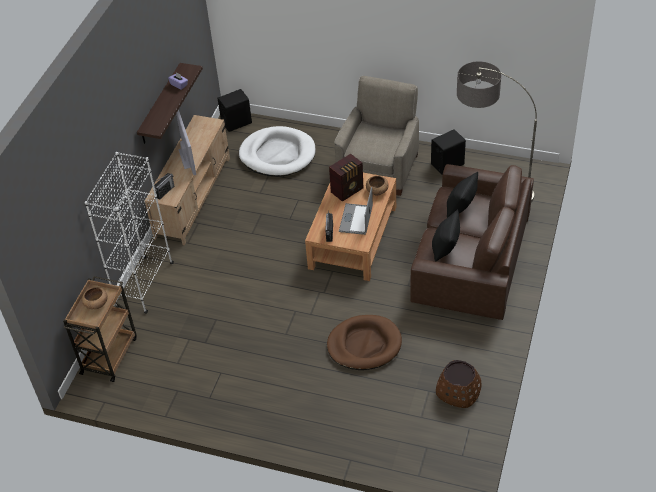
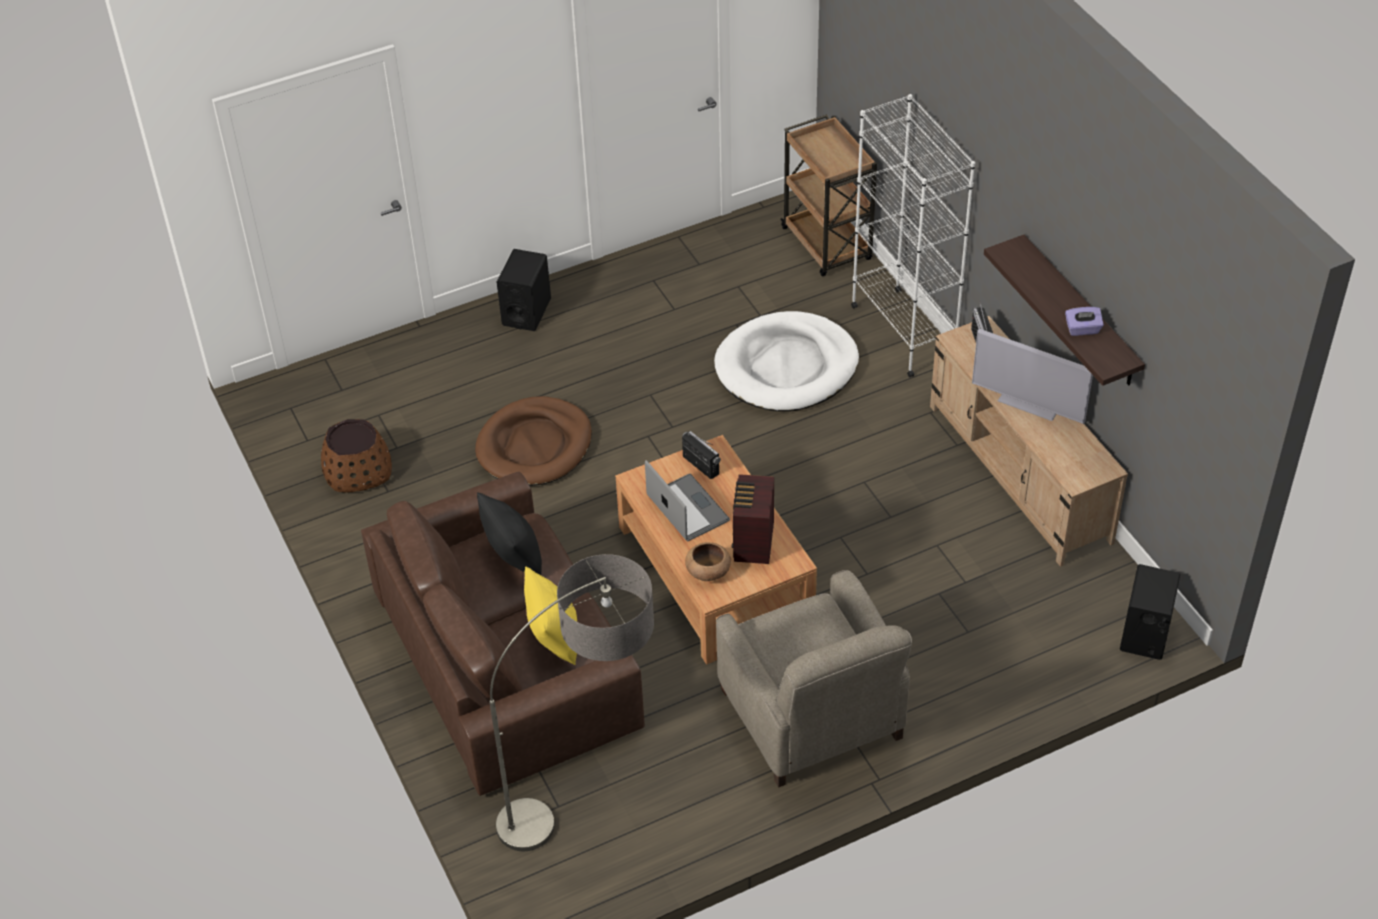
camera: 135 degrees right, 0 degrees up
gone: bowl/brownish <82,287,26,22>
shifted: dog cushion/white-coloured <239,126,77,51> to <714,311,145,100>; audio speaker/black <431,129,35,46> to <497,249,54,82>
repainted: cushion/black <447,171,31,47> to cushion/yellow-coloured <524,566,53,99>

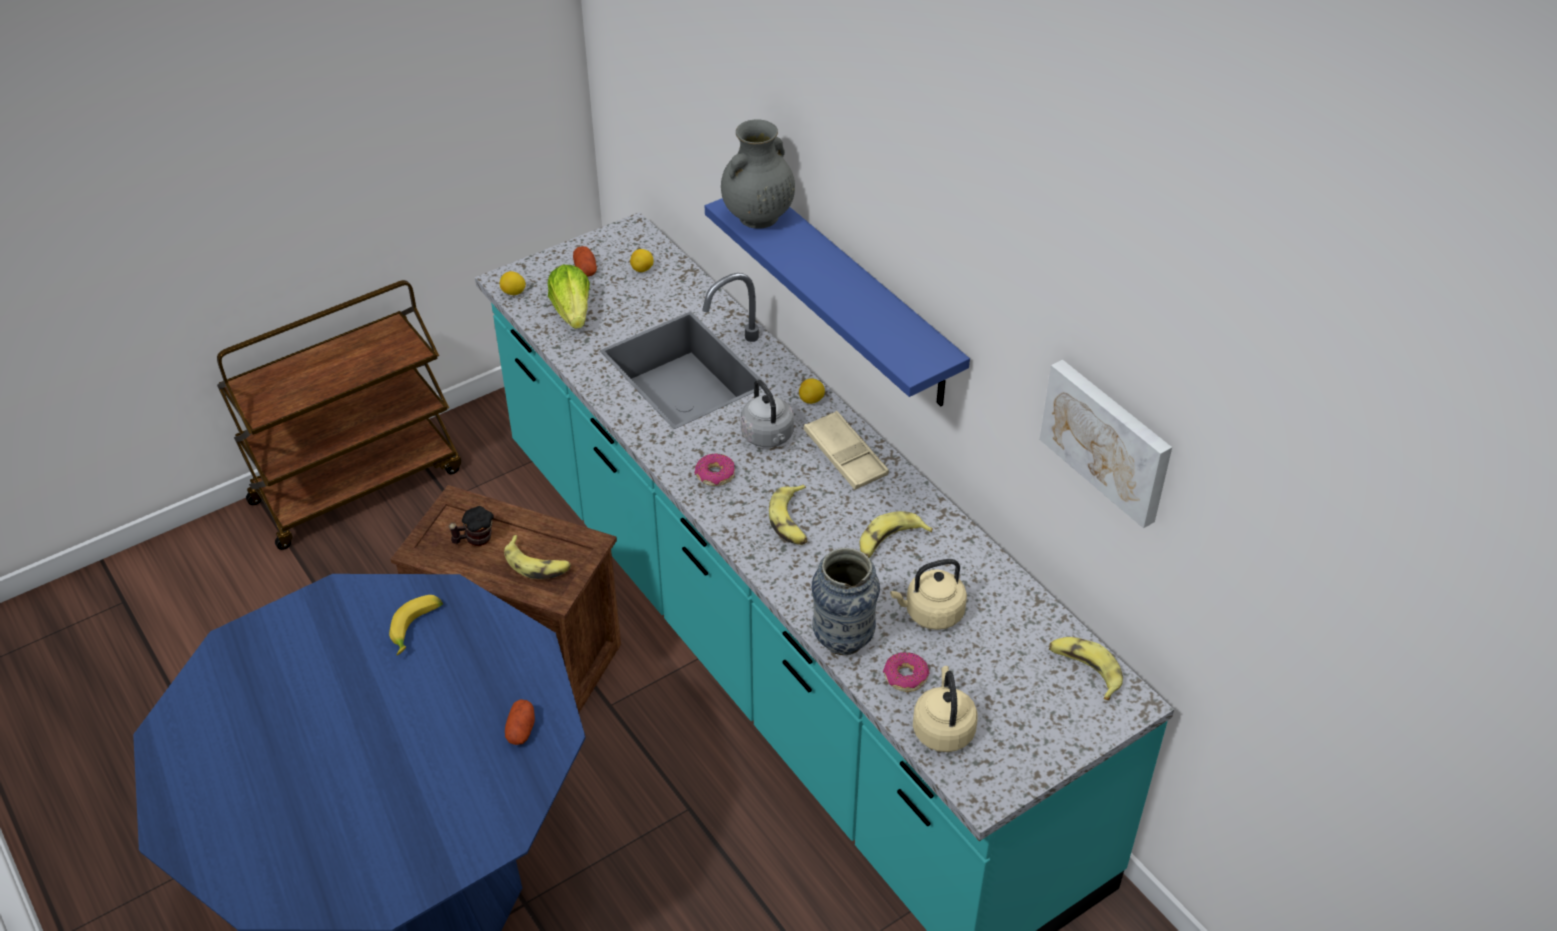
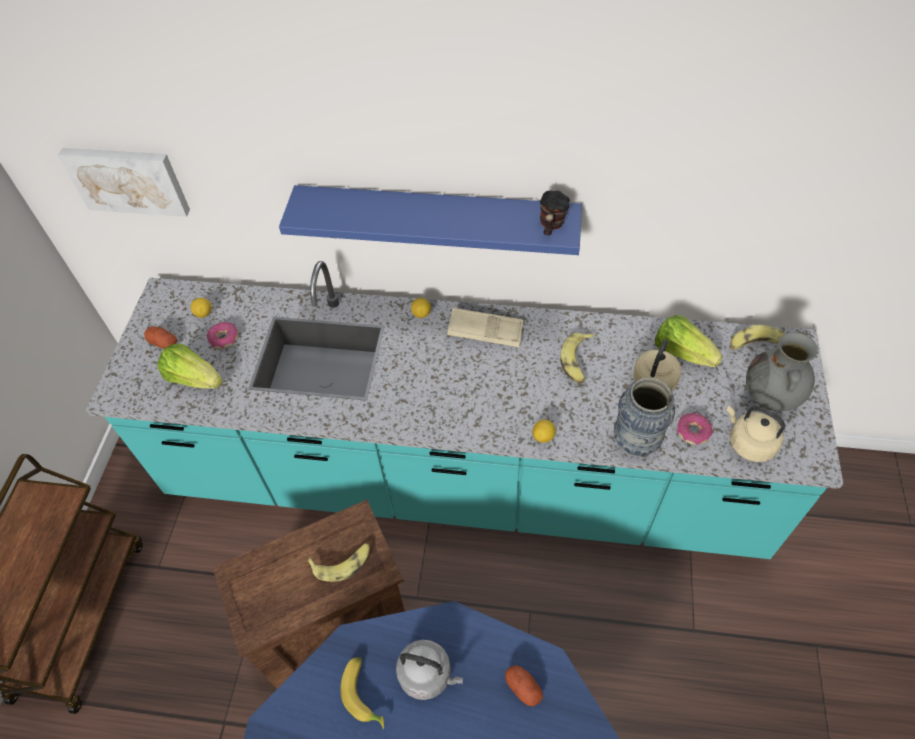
camera: 45 degrees left, 10 degrees up
gone: banana <769,485,39,60>
new: lettuce <655,315,68,52>
shifted: mug <448,506,46,40> to <540,190,30,46>; citrus fruit <500,271,26,24> to <533,420,23,23>; donut <695,453,40,33> to <207,322,32,27>; flower vase/gray <721,119,74,110> to <746,332,72,79>; kettle/gray <740,379,54,68> to <396,640,67,60>; wall art <1040,360,132,168> to <58,148,132,69>

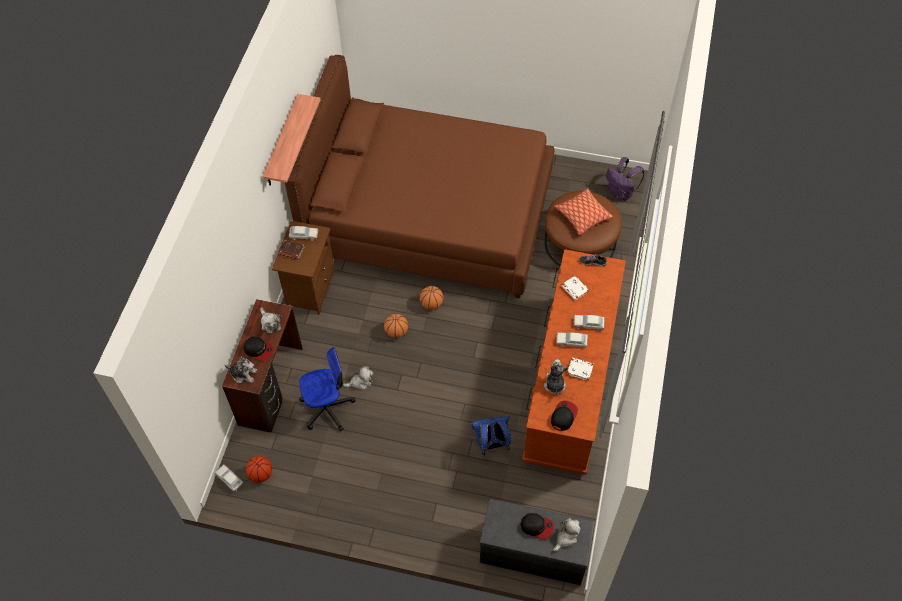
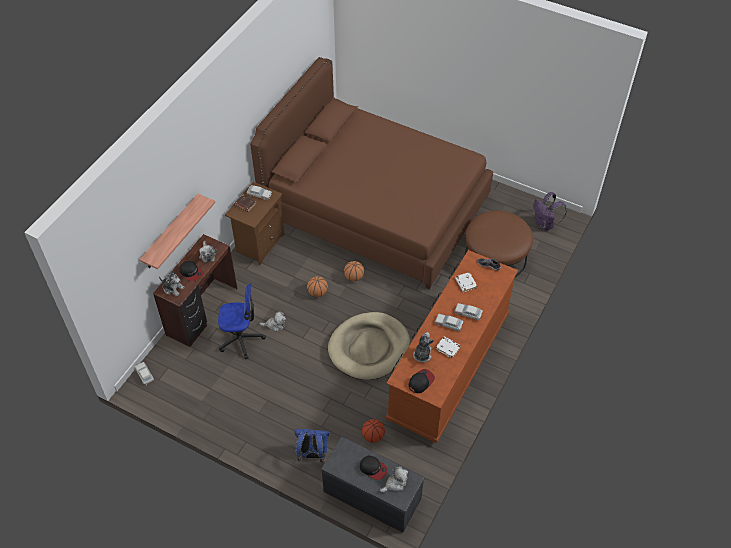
camera: 15 degrees right, 5 degrees down
gone: cushion <554,188,59,47>
new: dog cushion/beige-coloured <328,312,82,68>
shifted: ball for basketball <245,456,27,27> to <362,419,23,24>; bracket shelf <262,94,59,92> to <139,194,76,75>; backpack/blue-coloured <471,416,40,40> to <294,429,36,33>

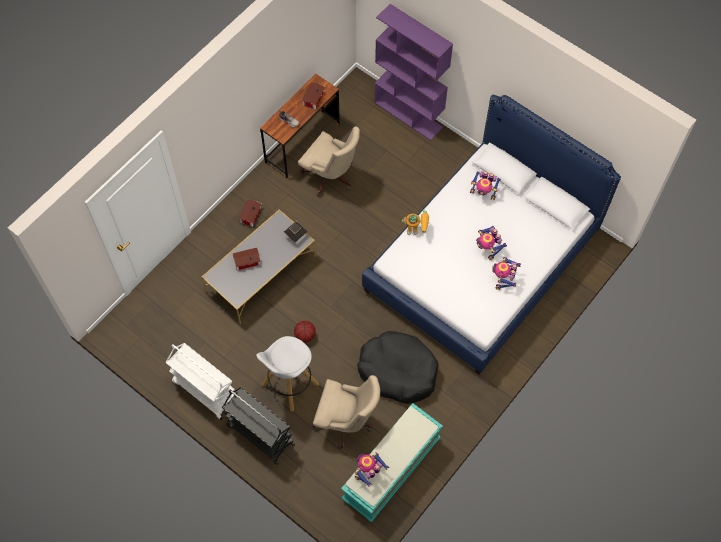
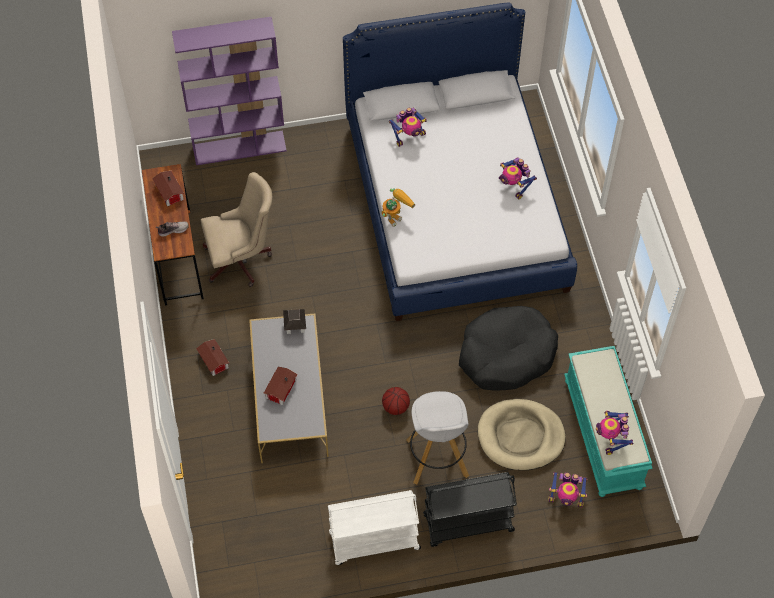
camera: 50 degrees left, 5 degrees down
shifted: toy robot <476,226,31,34> to <548,472,39,35>
swapped: desk chair/beige-coloured <312,375,68,74> to dog cushion/beige-coloured <478,399,87,71>

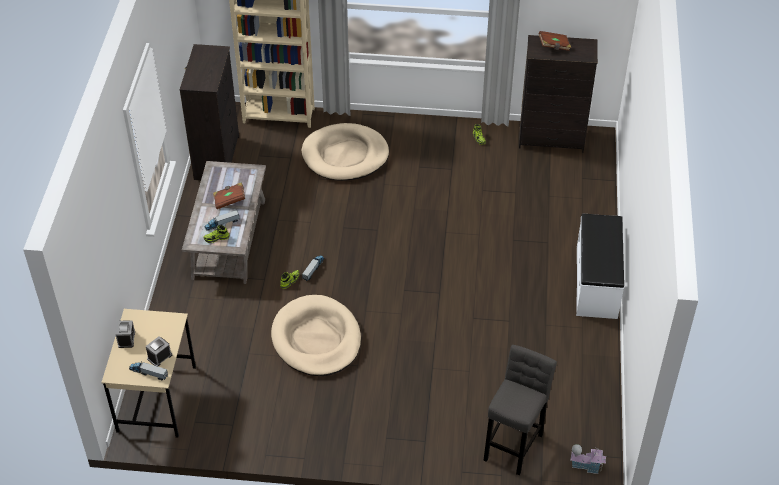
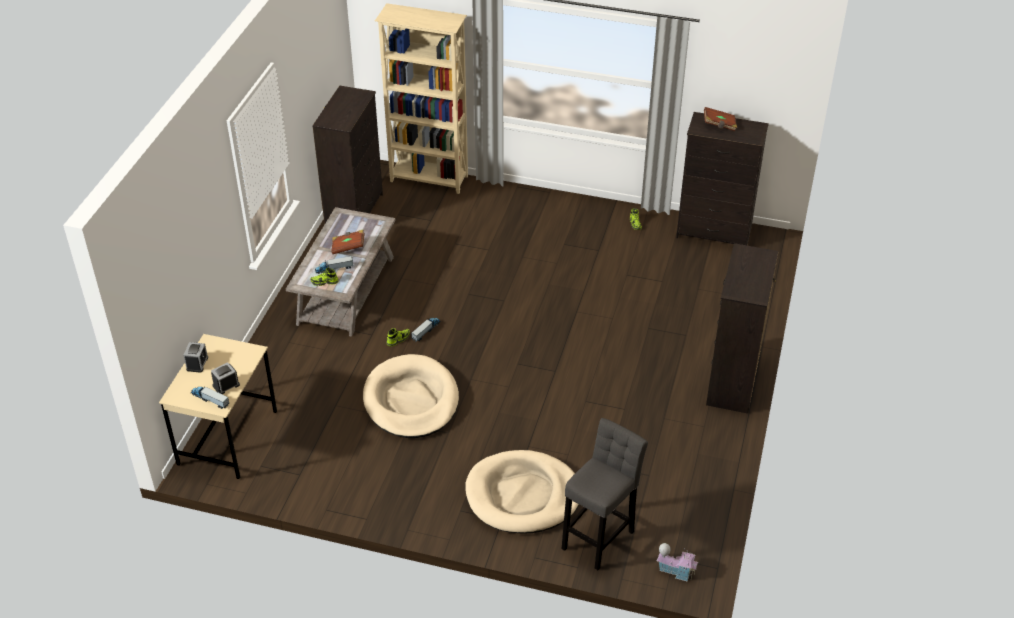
camera: 10 degrees right, 5 degrees down
shifted: dog cushion/beige-coloured <301,123,88,58> to <465,450,114,84>
swapped: bench/white-coloured <576,213,48,106> to dresser/black <706,243,73,171>

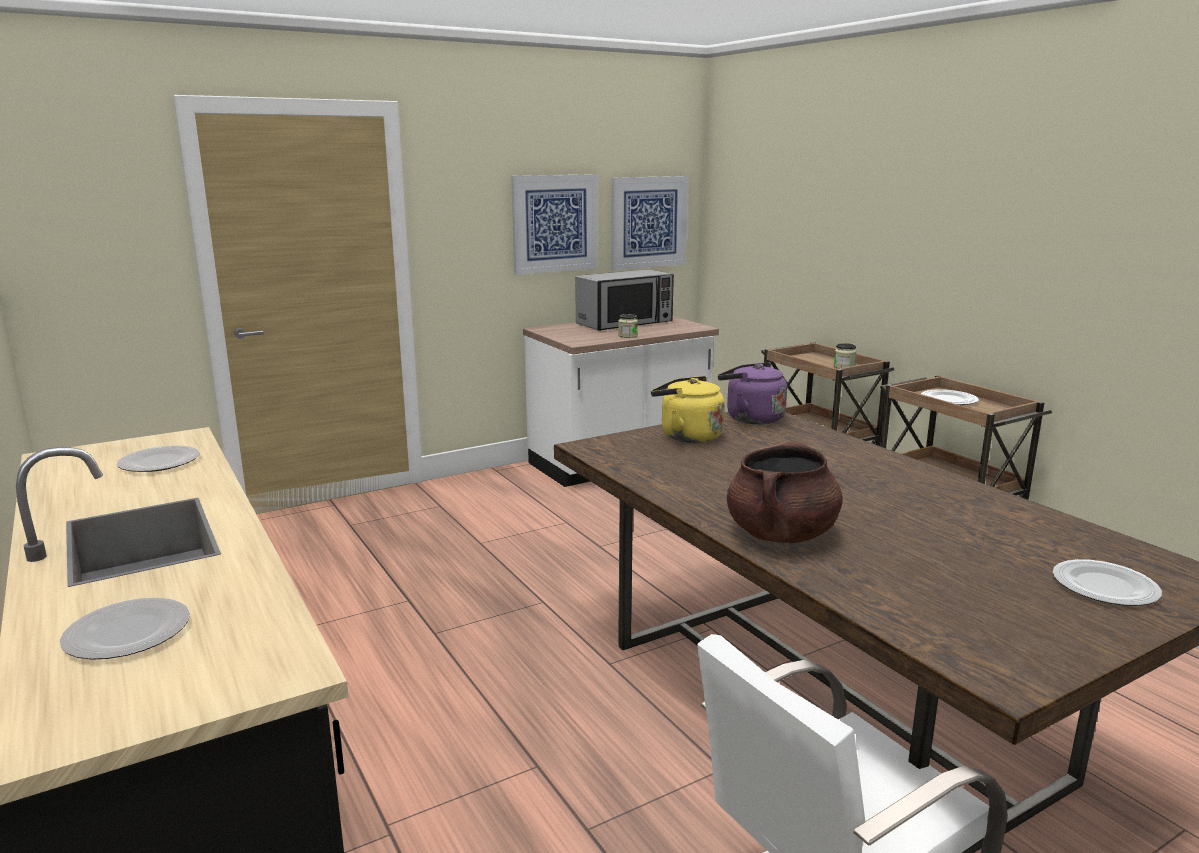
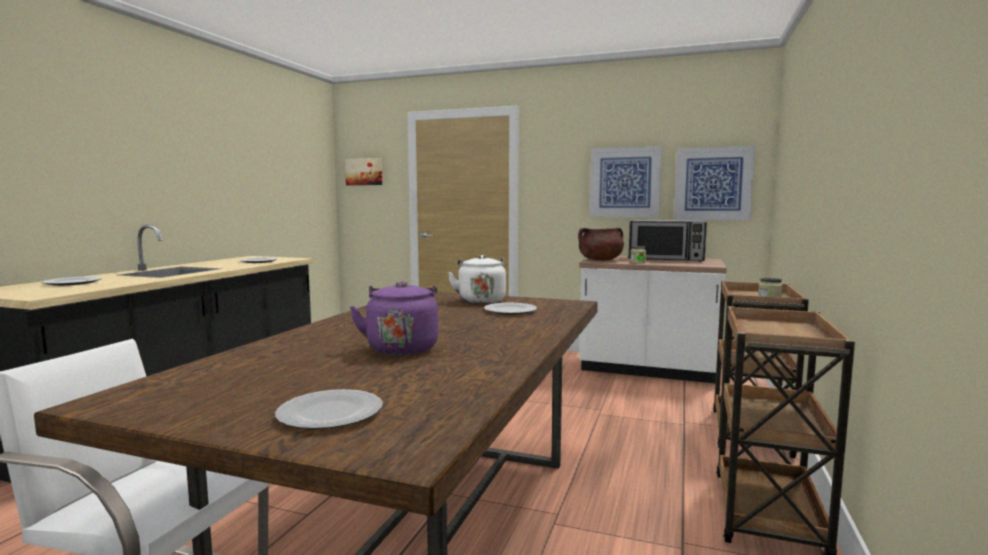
camera: 50 degrees right, 10 degrees down
new: wall art <345,158,37,27>
shifted: kettle/purple <718,362,69,63> to <350,281,88,74>; stockpot/brownish <727,441,116,102> to <578,228,46,33>; plate <921,389,58,16> to <484,303,53,12>
repainted: kettle/yellow-coloured <651,376,74,67> to kettle/white-coloured <448,255,58,49>

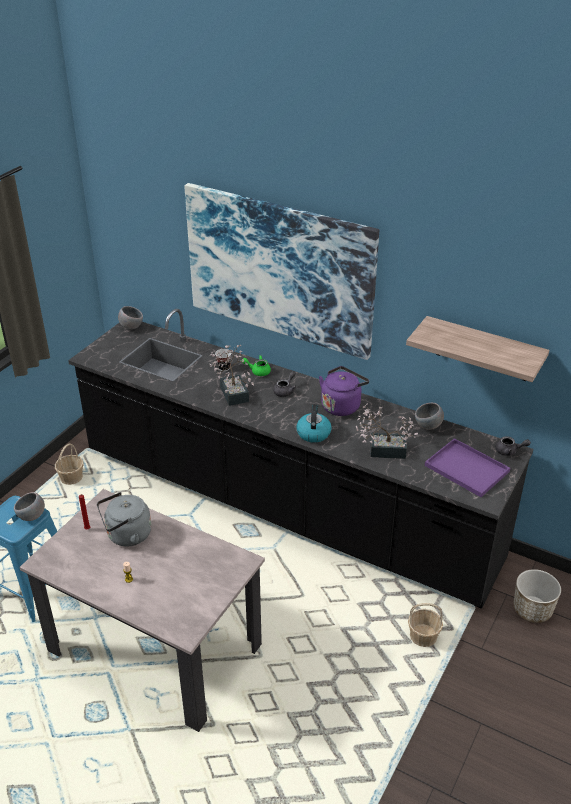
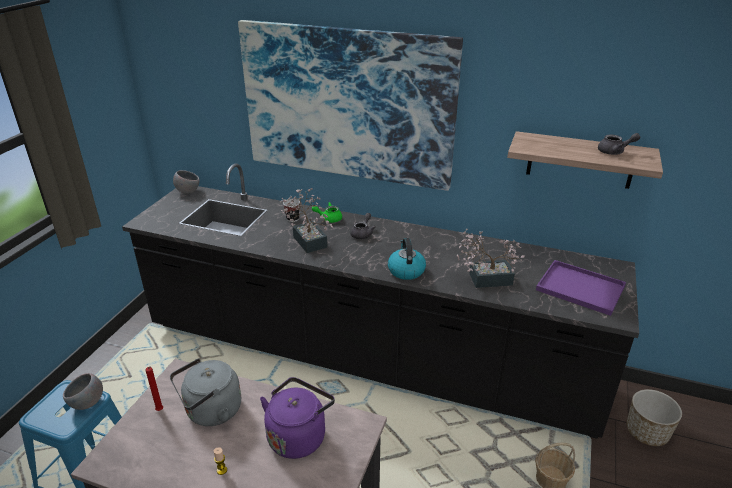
camera: 10 degrees left, 5 degrees down
gone: storage basket <55,443,29,42>; bowl/gray <415,403,29,27>
shifted: kettle/purple <319,366,50,50> to <260,377,75,82>; teapot/gray <496,436,35,20> to <598,133,42,22>

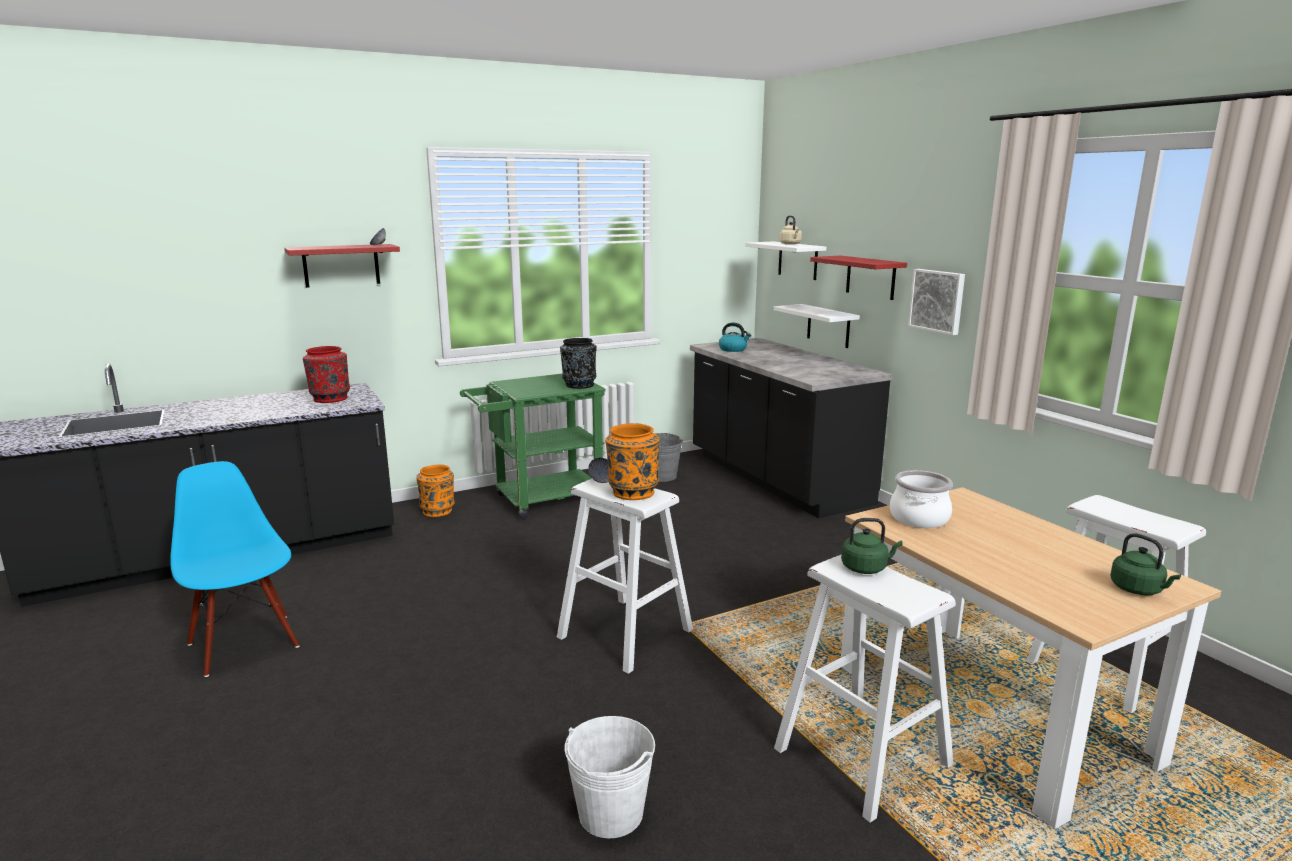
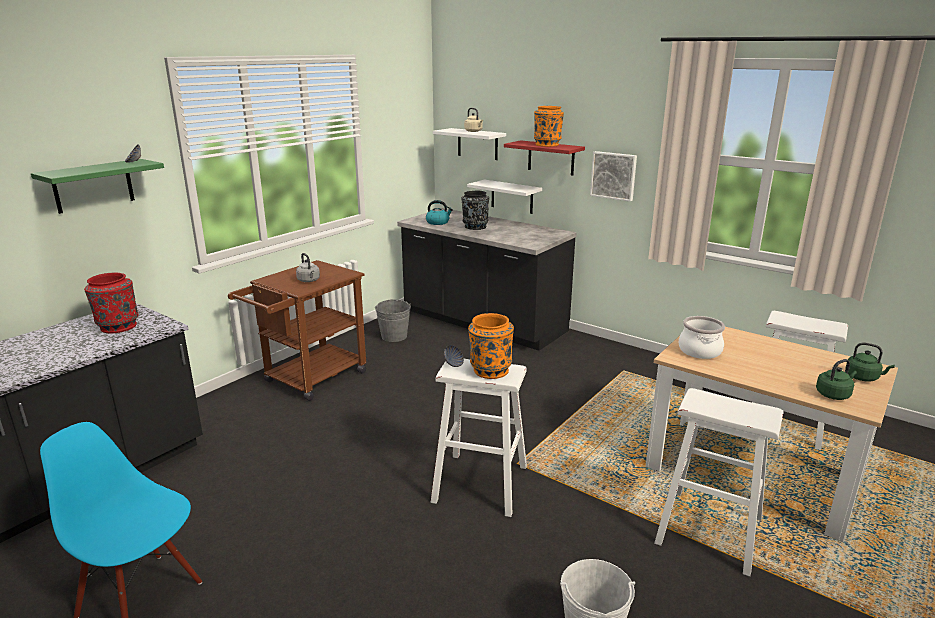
camera: 25 degrees left, 5 degrees up
new: kettle/gray <296,253,24,29>
shifted: flower vase/orange <416,464,39,53> to <534,106,30,41>; flower vase/black <560,338,37,51> to <461,191,28,39>; kettle/greenish <841,518,62,56> to <816,359,41,41>
repainted: bracket shelf/reddish <284,244,116,44> to bracket shelf/greenish <31,159,133,55>; wheeled cart/greenish <460,374,145,146> to wheeled cart/brownish <228,260,138,141>

